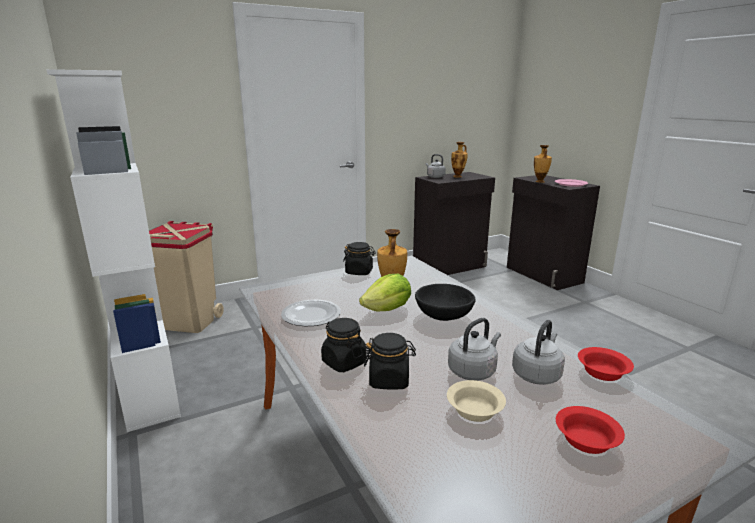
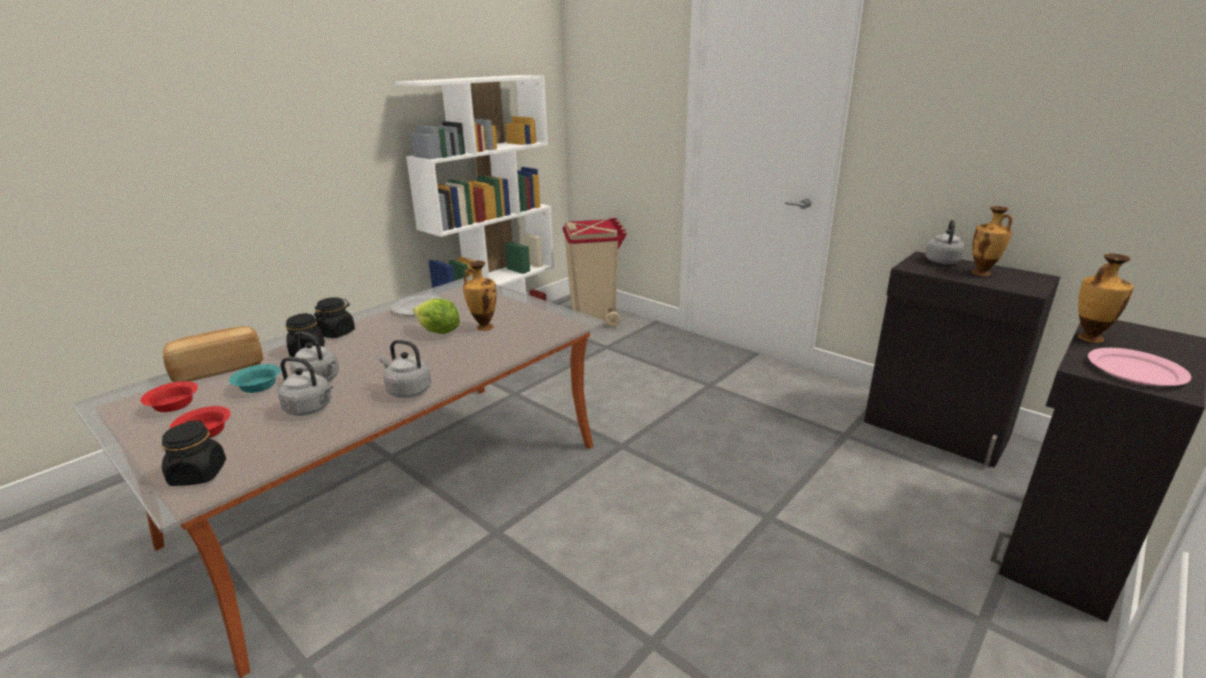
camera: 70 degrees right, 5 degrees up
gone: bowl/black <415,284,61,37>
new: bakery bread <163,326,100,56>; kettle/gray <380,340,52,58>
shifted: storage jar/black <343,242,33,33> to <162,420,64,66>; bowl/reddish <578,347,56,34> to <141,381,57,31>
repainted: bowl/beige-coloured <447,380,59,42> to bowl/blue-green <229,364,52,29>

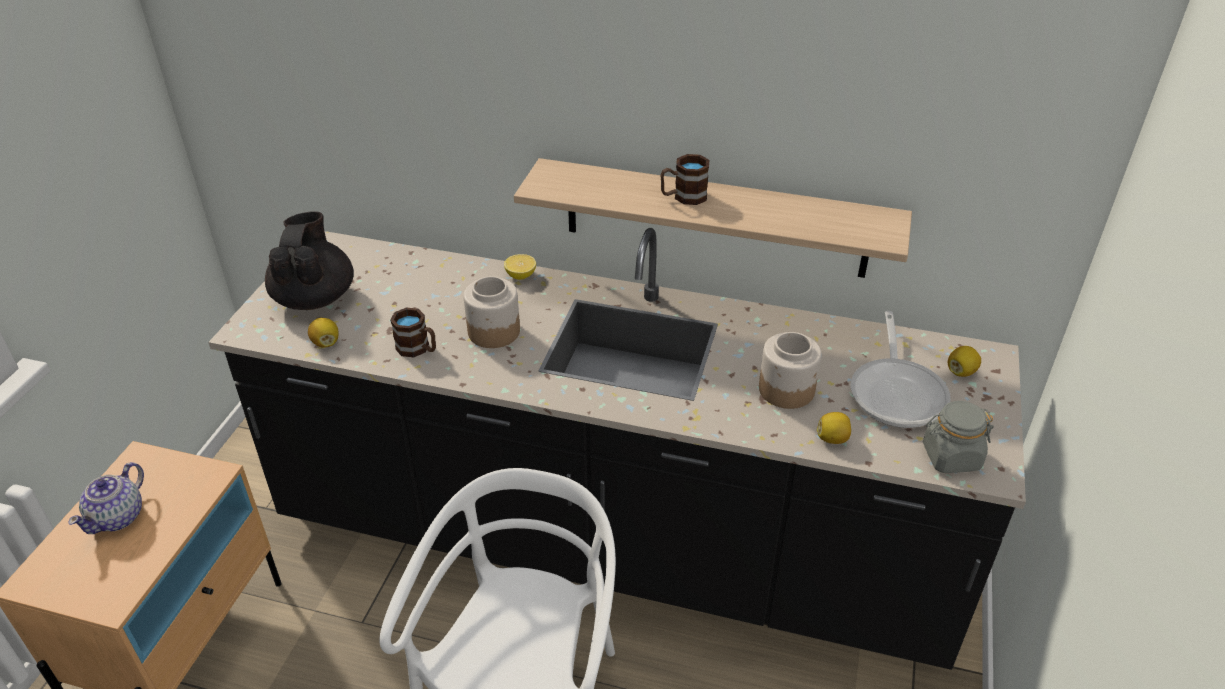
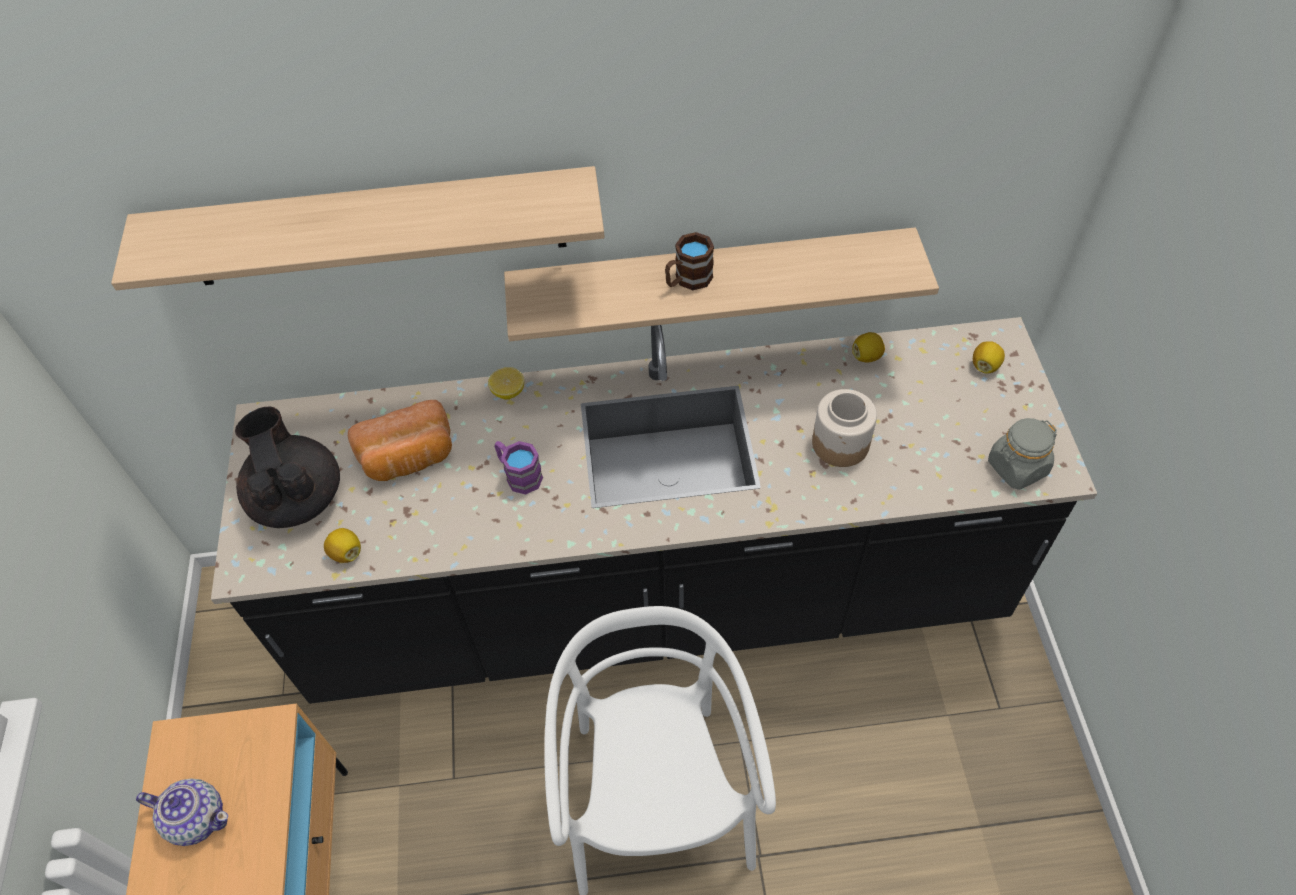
camera: 20 degrees left, 15 degrees up
gone: mug/brownish <390,308,46,49>; pan <851,311,100,117>
new: bracket shelf <111,166,494,124>; bakery bread <348,400,104,81>
shifted: citrus fruit <817,412,34,32> to <852,332,33,30>
swapped: storage jar <464,276,56,72> to mug/purple <495,441,48,53>
rotated: teapot <68,462,76,72> = <136,778,92,68> 75 degrees counterclockwise

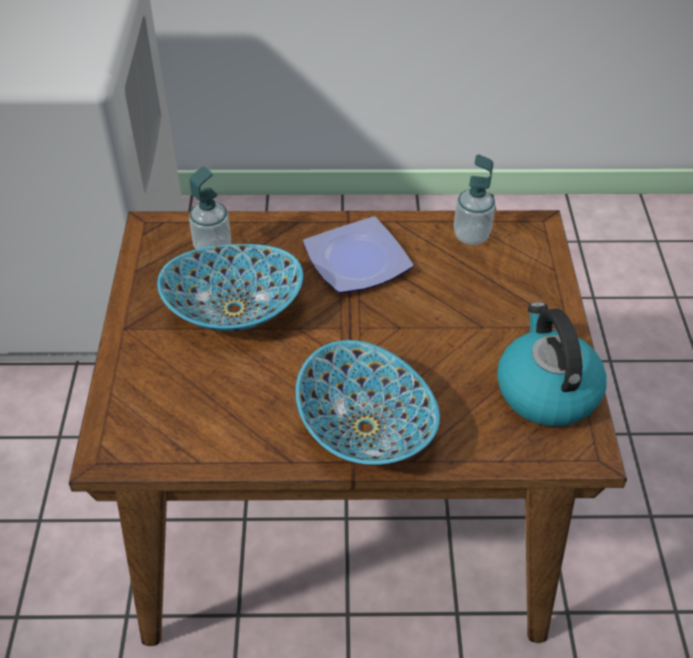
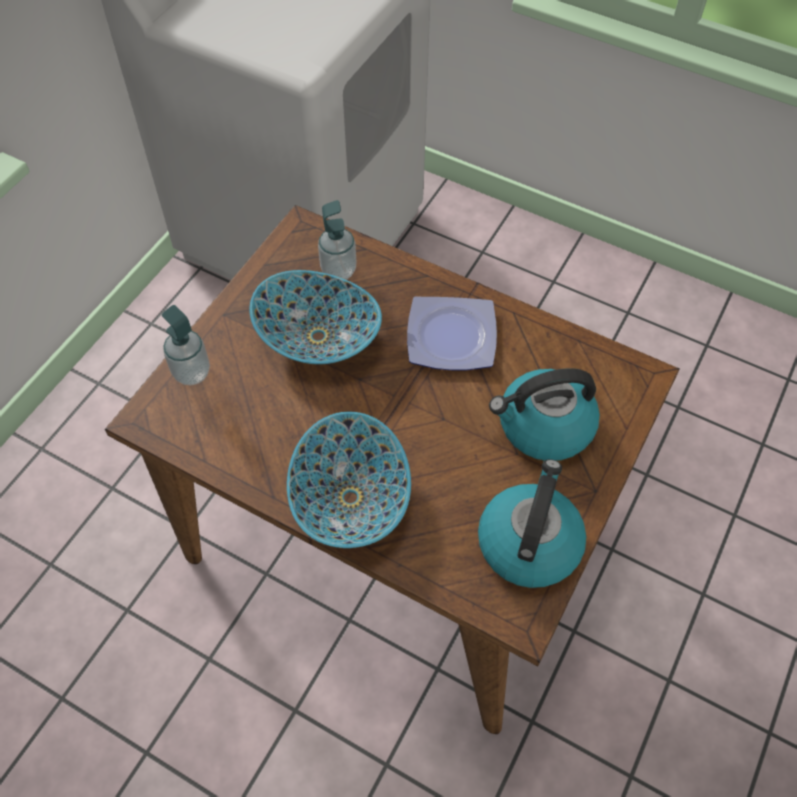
camera: 30 degrees right, 10 degrees up
new: kettle <489,368,111,93>
shifted: liquid soap bottle <454,154,41,91> to <162,305,48,81>

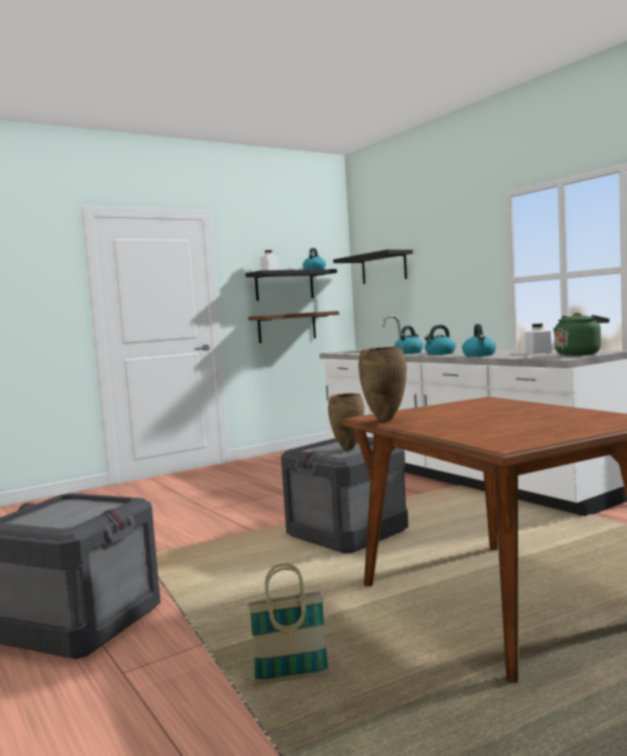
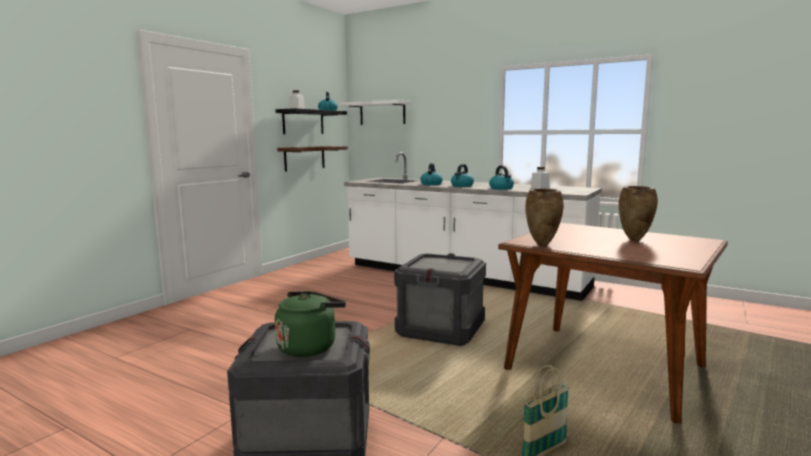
camera: 25 degrees left, 5 degrees up
shifted: flower vase/brownish <328,393,36,57> to <619,186,39,55>; kettle/greenish <553,313,57,43> to <275,291,71,66>
repainted: bracket shelf/black <333,249,80,35> to bracket shelf/white-coloured <340,100,72,25>

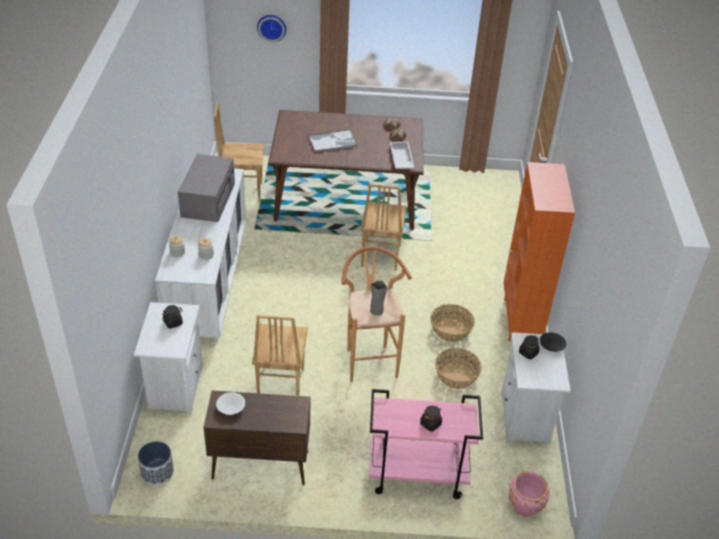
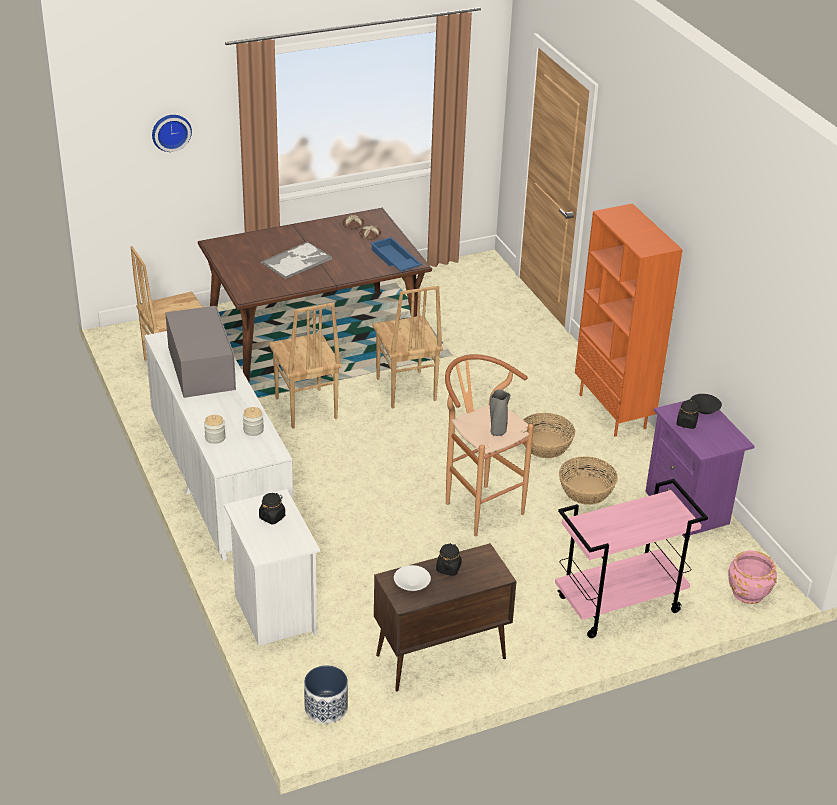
camera: 25 degrees left, 5 degrees down
shifted: chair/brownish <252,315,56,81> to <269,302,73,127>; storage jar/black <420,406,22,26> to <436,543,26,33>
repainted: serving tray/white-coloured <390,142,24,27> to serving tray/blue-coloured <370,237,52,34>; nightstand/white-coloured <501,332,70,112> to nightstand/purple <645,400,110,139>

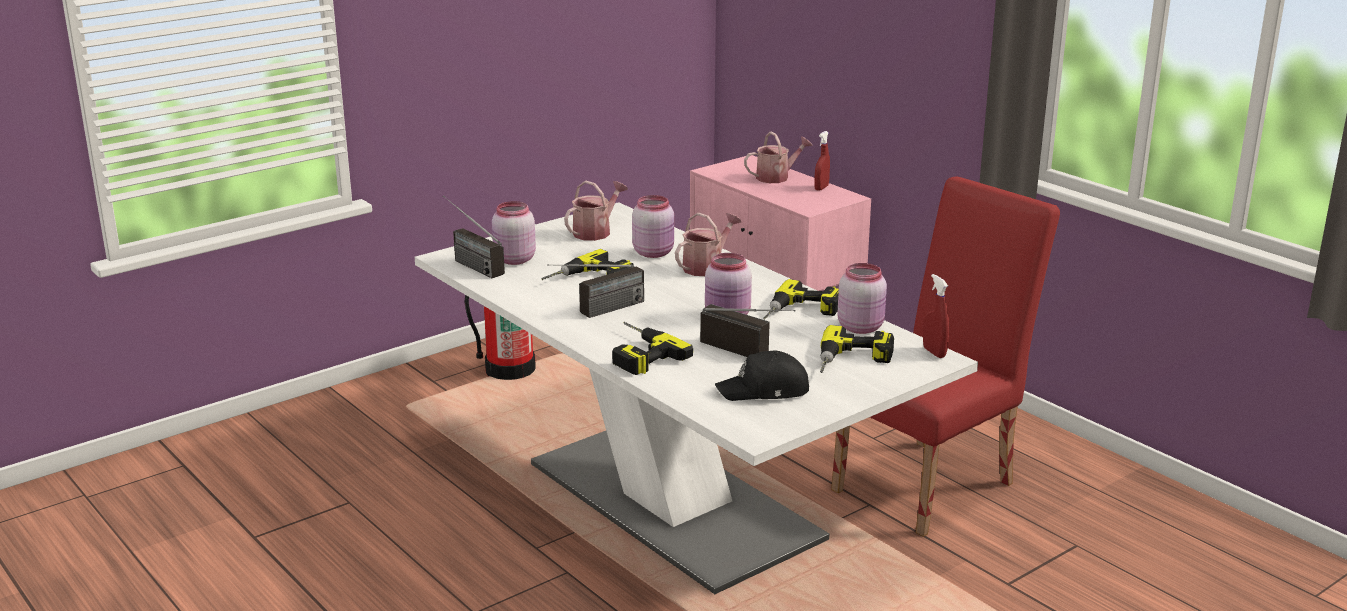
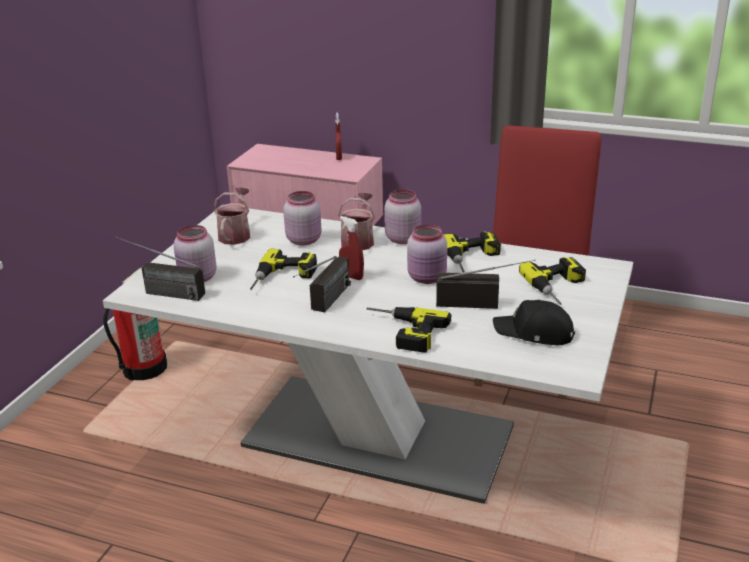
camera: 30 degrees left, 5 degrees up
gone: watering pot <744,131,69,52>
shifted: storage jar/pinkish <837,263,50,71> to <384,189,37,55>; spray bottle/reddish <923,274,26,84> to <339,216,25,64>
rotated: peaked cap/black <715,351,94,50> = <493,300,82,45> 60 degrees clockwise

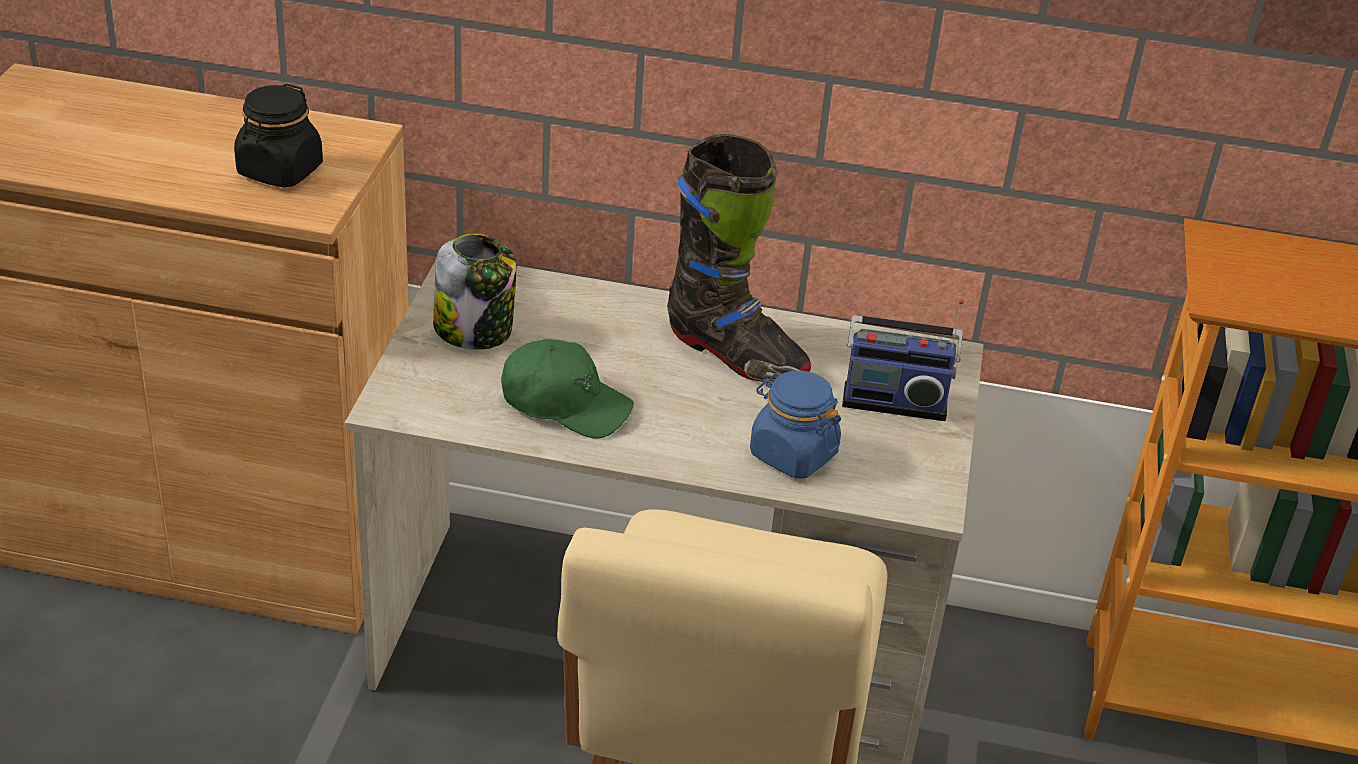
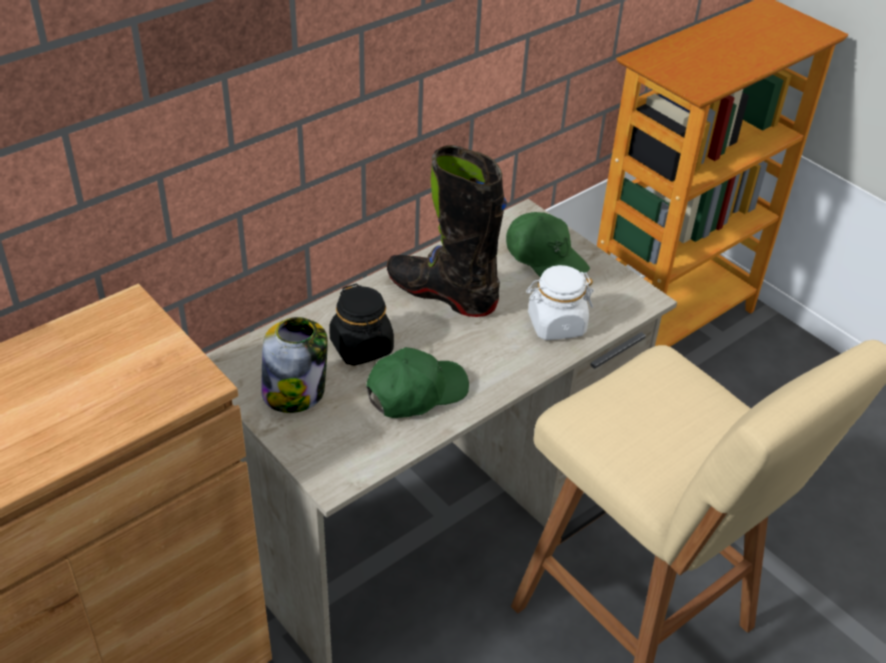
camera: 50 degrees left, 5 degrees up
shifted: storage jar/black <234,83,89,105> to <329,284,65,82>
swapped: radio <842,299,122,122> to peaked cap/greenish <506,212,84,65>
repainted: storage jar/blue-coloured <750,371,91,108> to storage jar/white-coloured <526,265,68,75>
rotated: boot/black <667,134,144,249> = <387,145,120,172> 135 degrees counterclockwise

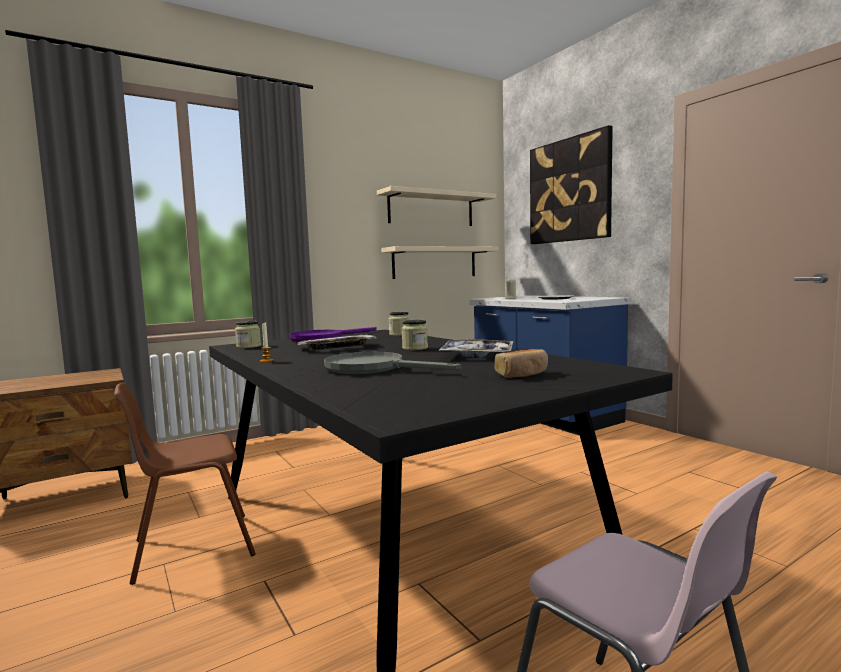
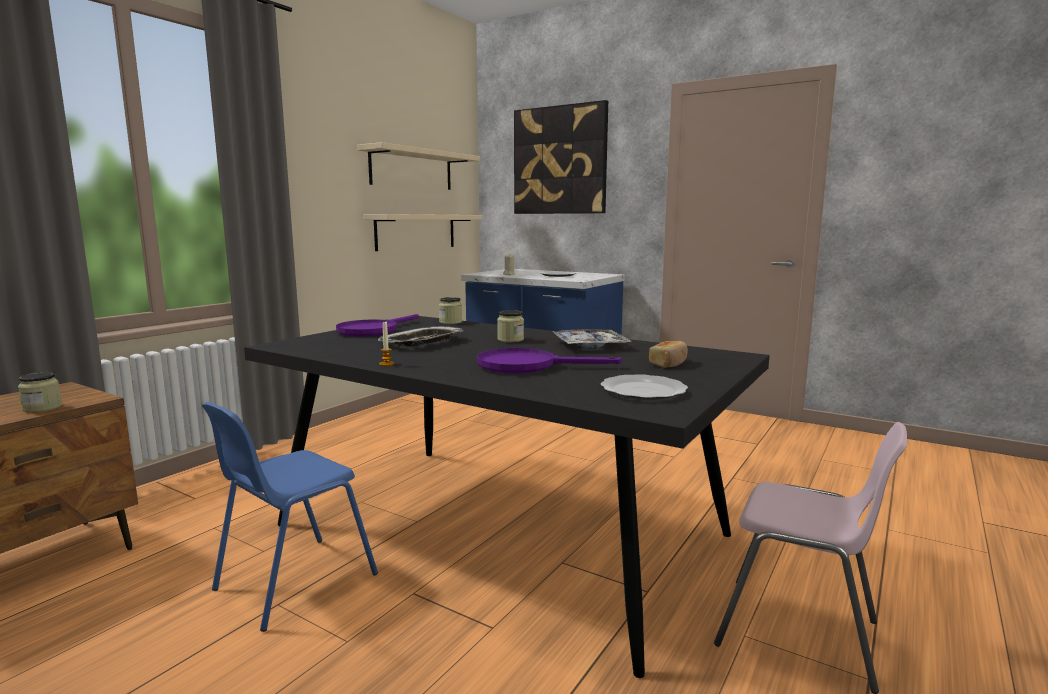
camera: 25 degrees left, 5 degrees up
new: plate <601,374,87,26>
shifted: storage jar <235,321,26,27> to <18,372,44,40>
repainted: chair/brownish <114,383,142,202> to chair/blue-coloured <202,402,176,230>; pan/gray <324,352,137,22> to pan/purple <477,348,145,26>

